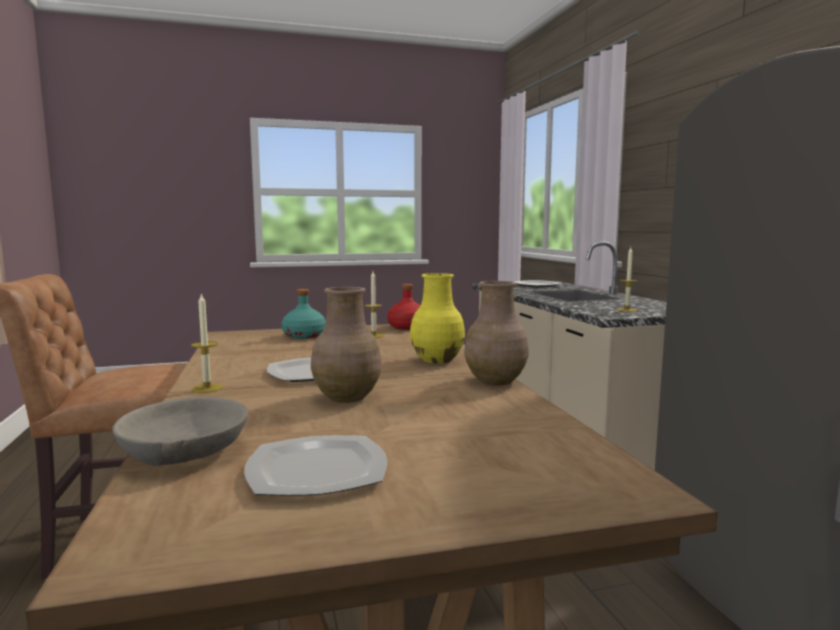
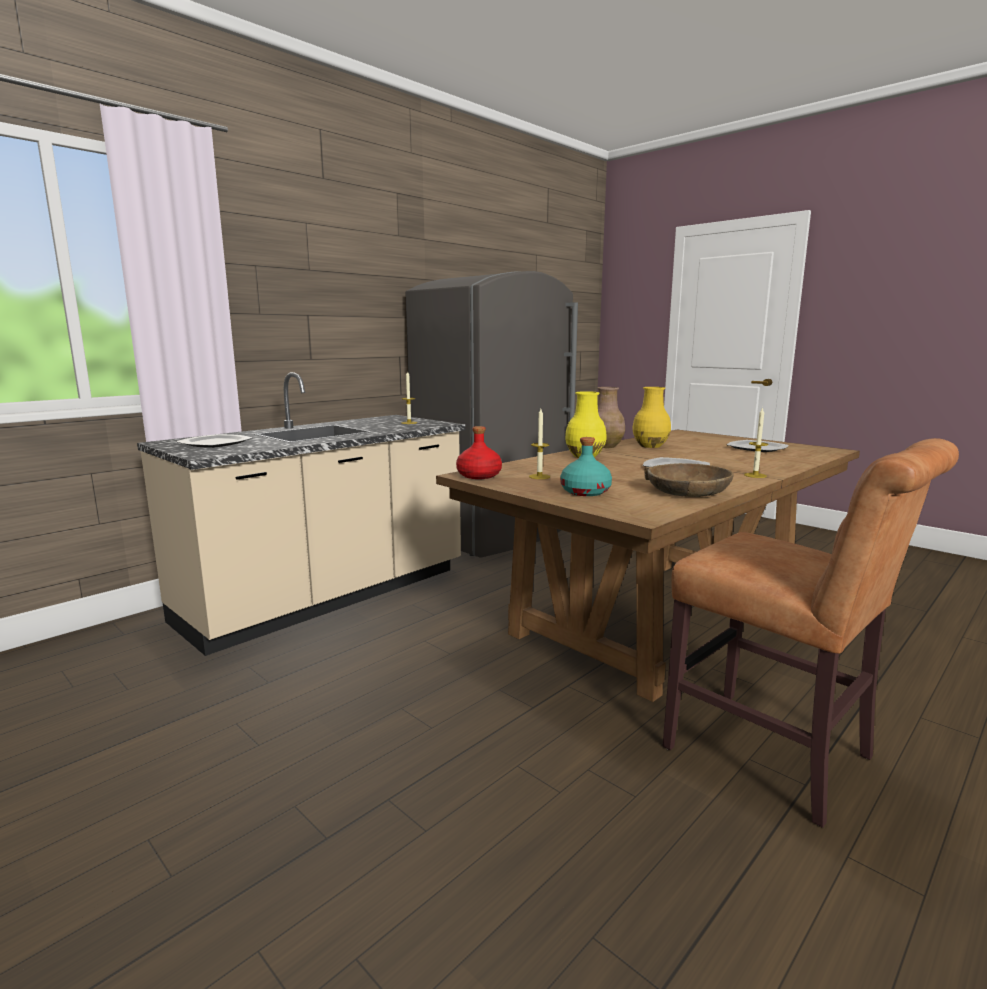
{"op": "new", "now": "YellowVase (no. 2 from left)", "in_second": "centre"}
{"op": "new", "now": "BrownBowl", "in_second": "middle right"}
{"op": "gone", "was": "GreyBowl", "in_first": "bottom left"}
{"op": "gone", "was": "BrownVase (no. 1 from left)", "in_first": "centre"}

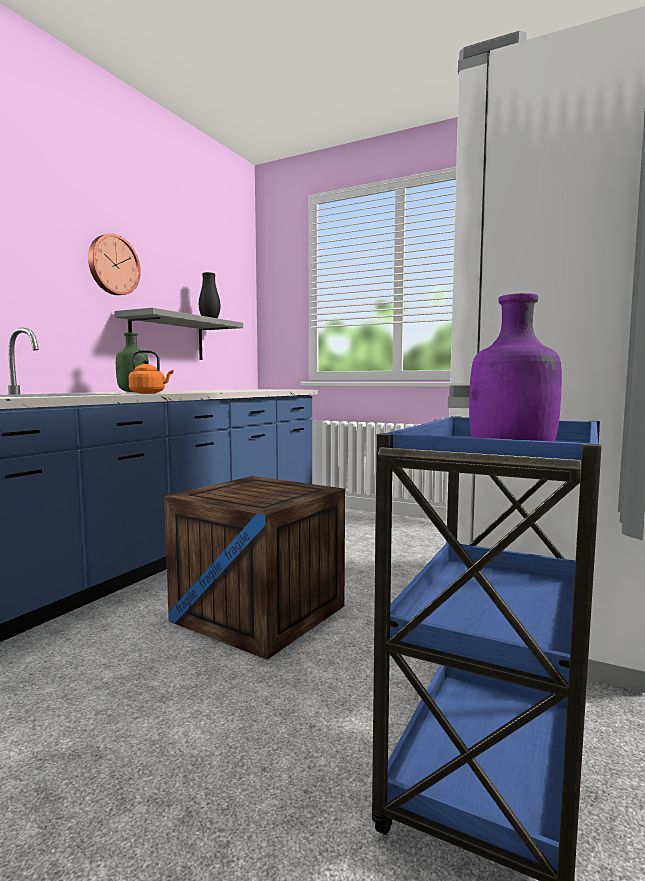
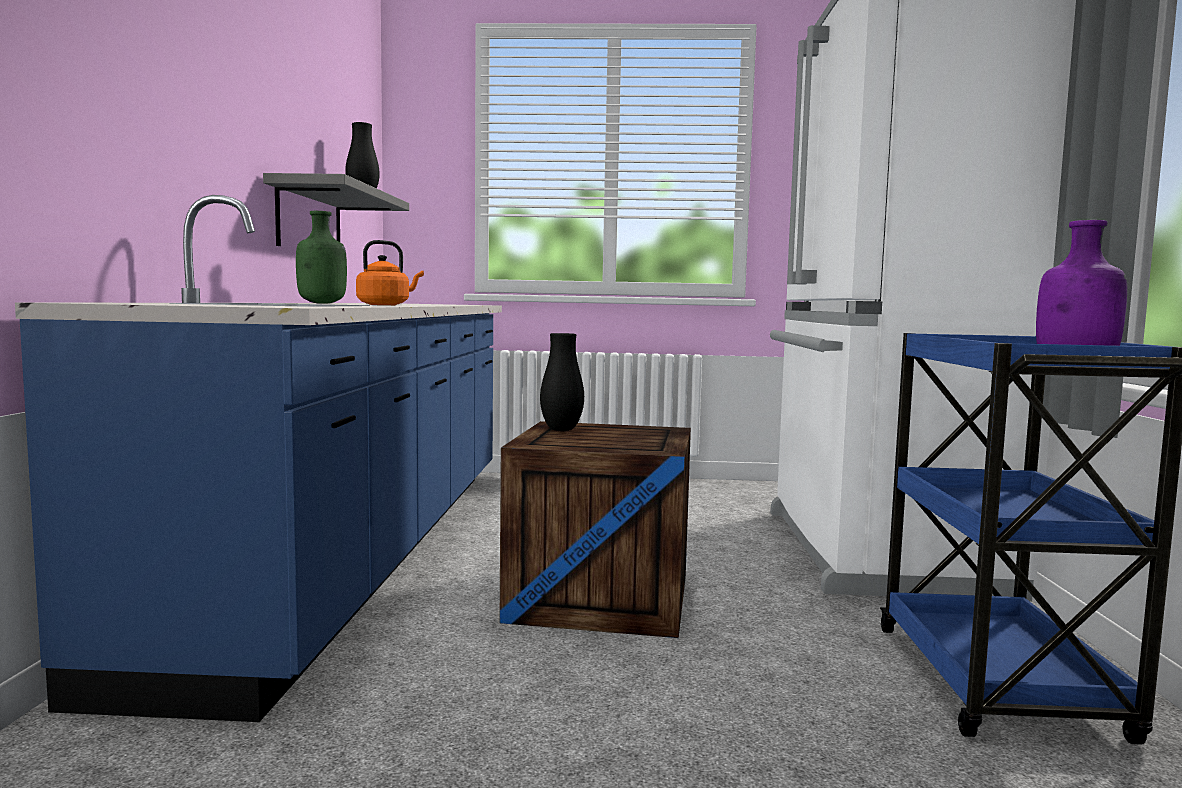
{"op": "new", "now": "BlackVase (no. 2 from left)", "in_second": "centre"}
{"op": "gone", "was": "WallClock", "in_first": "top left"}

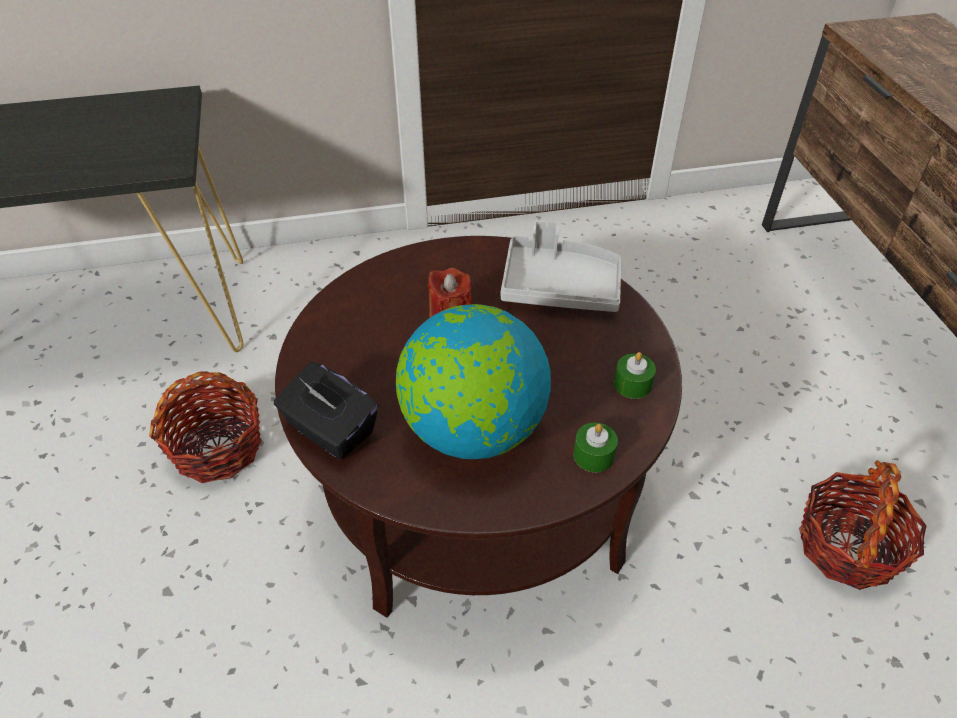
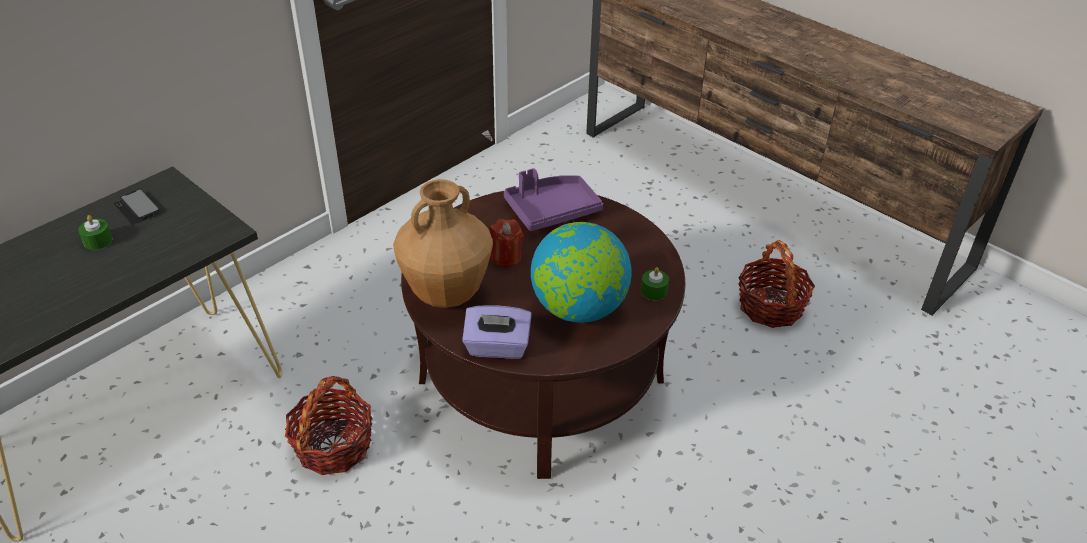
{"op": "shifted", "was": "GreenCandle (no. 2 from left in the first image)", "now": "GreenCandle (no. 1 from left)", "in_first": "centre", "in_second": "middle left"}
{"op": "new", "now": "Phone", "in_second": "middle left"}
{"op": "new", "now": "BrownVase", "in_second": "centre"}
{"op": "repainted", "was": "BlackTissueBox", "now": "PurpleTissueBox", "in_first": "centre", "in_second": "centre"}
{"op": "repainted", "was": "GreyTray", "now": "PurpleTray", "in_first": "centre", "in_second": "centre"}

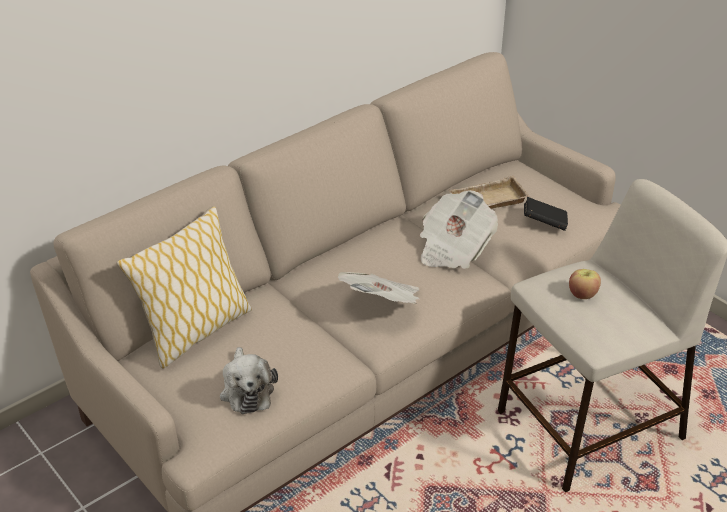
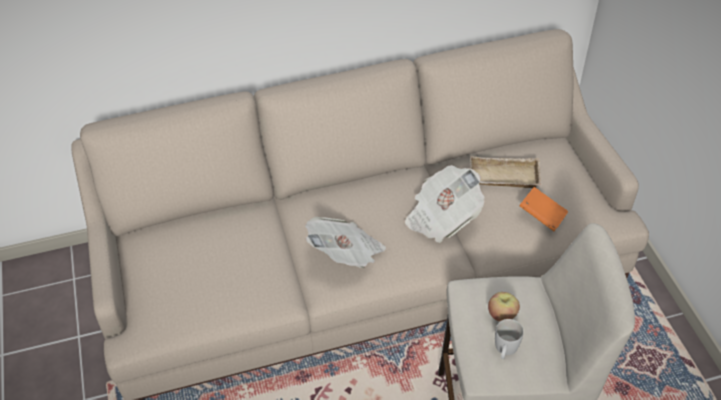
{"op": "new", "now": "WhiteMug", "in_second": "bottom right"}
{"op": "repainted", "was": "BlackBook", "now": "OrangeBook", "in_first": "middle right", "in_second": "middle right"}
{"op": "gone", "was": "Pillow", "in_first": "middle left"}
{"op": "gone", "was": "PlushToy", "in_first": "bottom centre"}

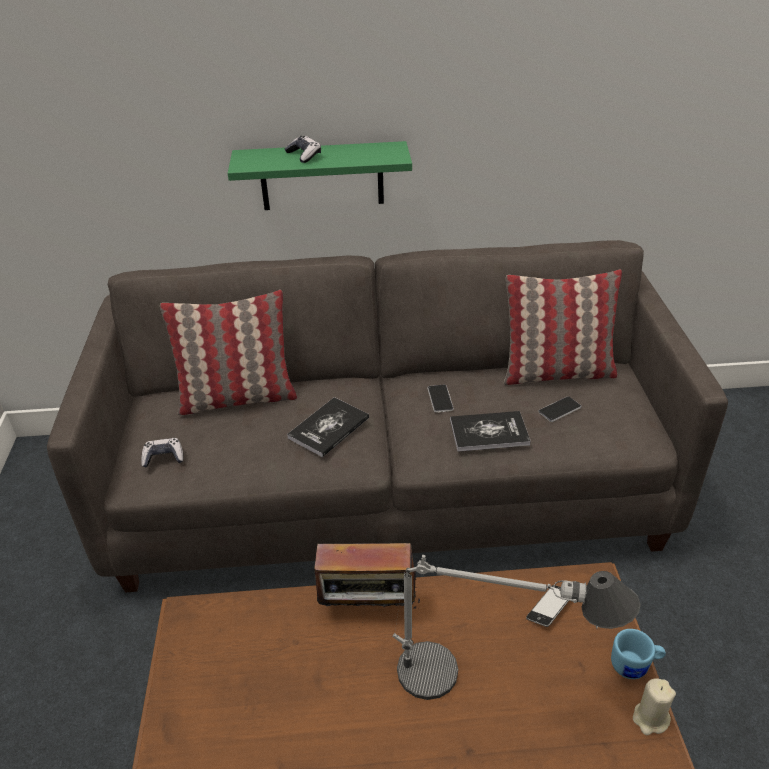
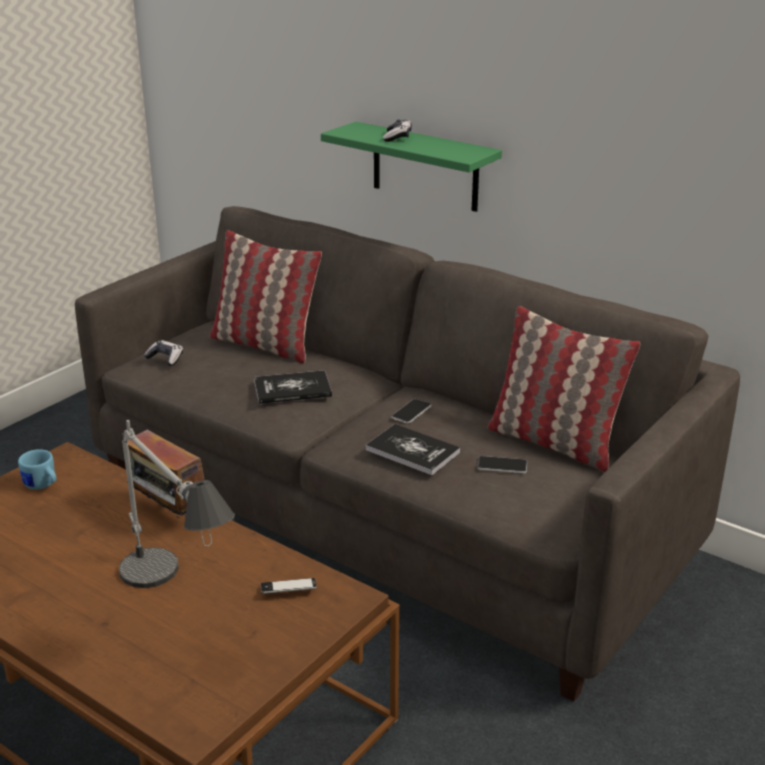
{"op": "shifted", "was": "BlueMug", "in_first": "bottom right", "in_second": "middle left"}
{"op": "gone", "was": "BeigeCandle", "in_first": "bottom right"}

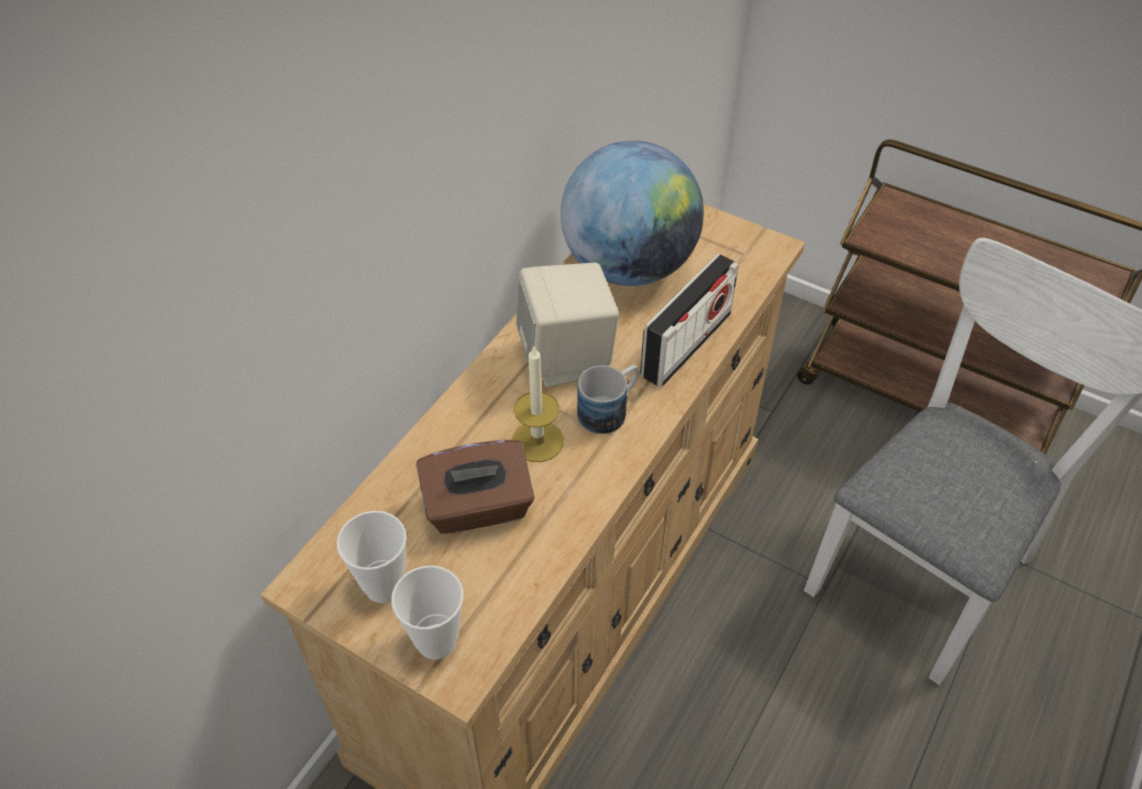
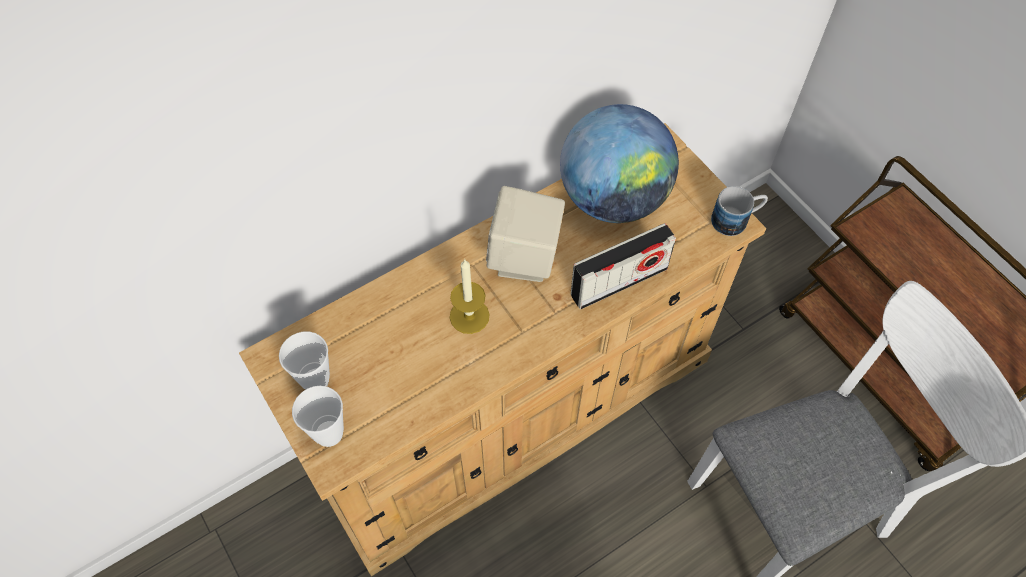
{"op": "shifted", "was": "Mug", "in_first": "centre", "in_second": "middle right"}
{"op": "gone", "was": "BrownTissueBox", "in_first": "centre"}

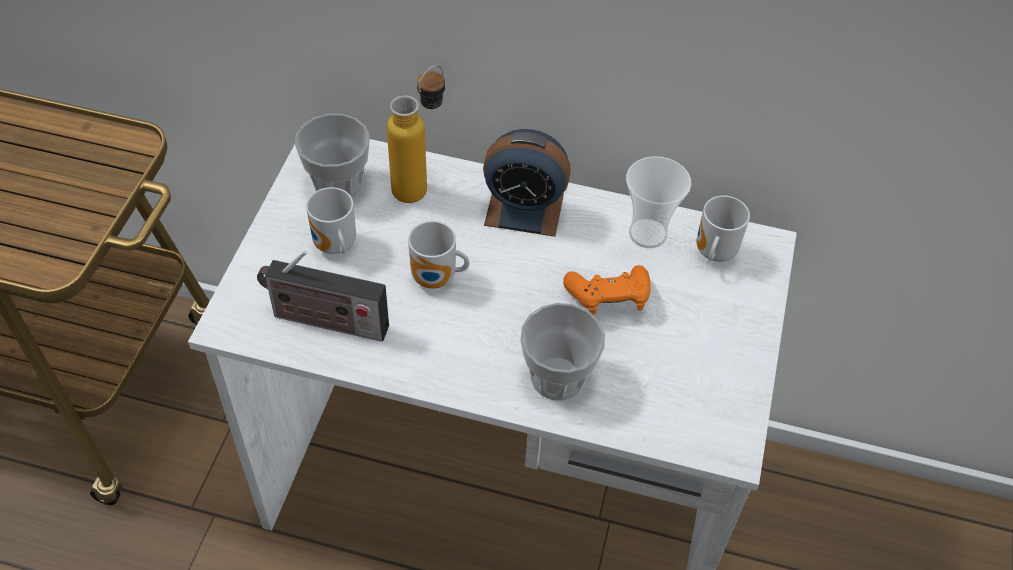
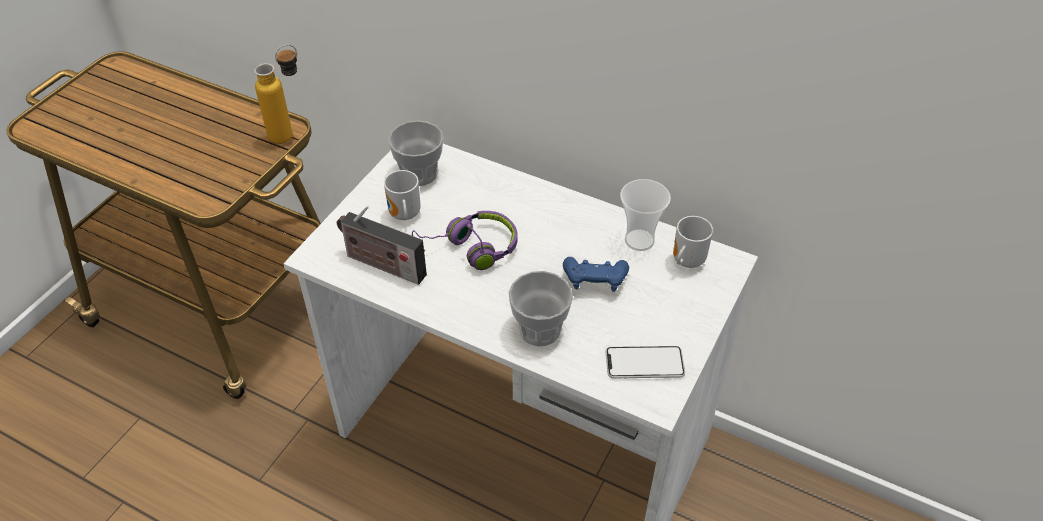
{"op": "shifted", "was": "Bottle", "in_first": "top centre", "in_second": "top left"}
{"op": "swapped", "was": "Mug (no. 2 from left)", "now": "PurpleHeadphones", "in_first": "centre", "in_second": "centre"}
{"op": "repainted", "was": "OrangeGameController", "now": "BlueGameController", "in_first": "centre", "in_second": "centre"}
{"op": "new", "now": "Phone", "in_second": "bottom centre"}
{"op": "gone", "was": "AlarmClock", "in_first": "top centre"}

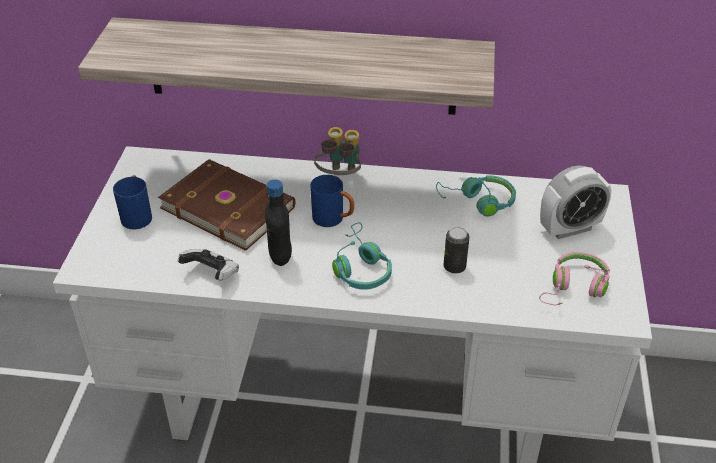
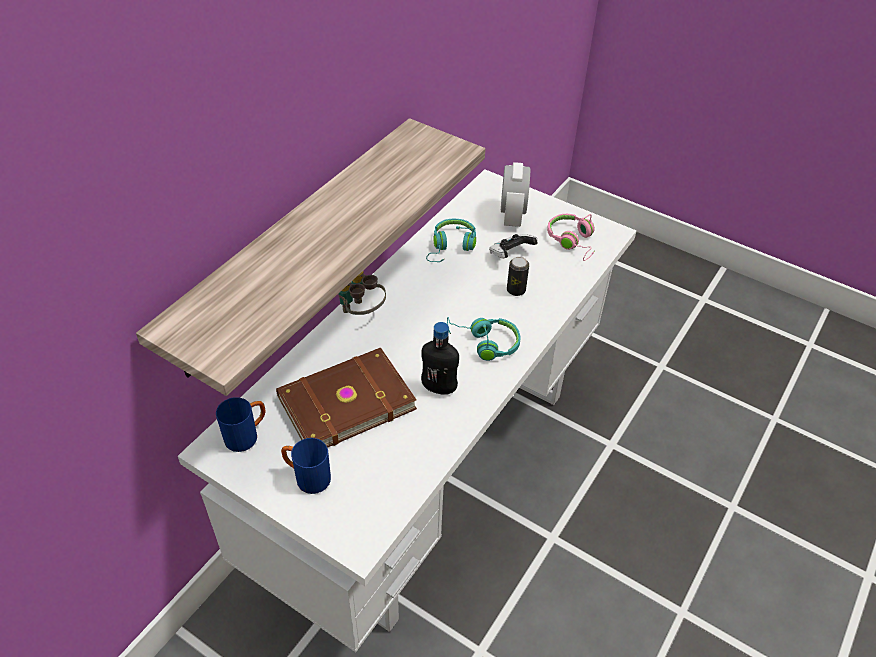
{"op": "shifted", "was": "BlueMug (no. 2 from left in the first image)", "now": "BlueMug (no. 1 from left)", "in_first": "centre", "in_second": "middle left"}
{"op": "shifted", "was": "GameController", "in_first": "middle left", "in_second": "centre"}

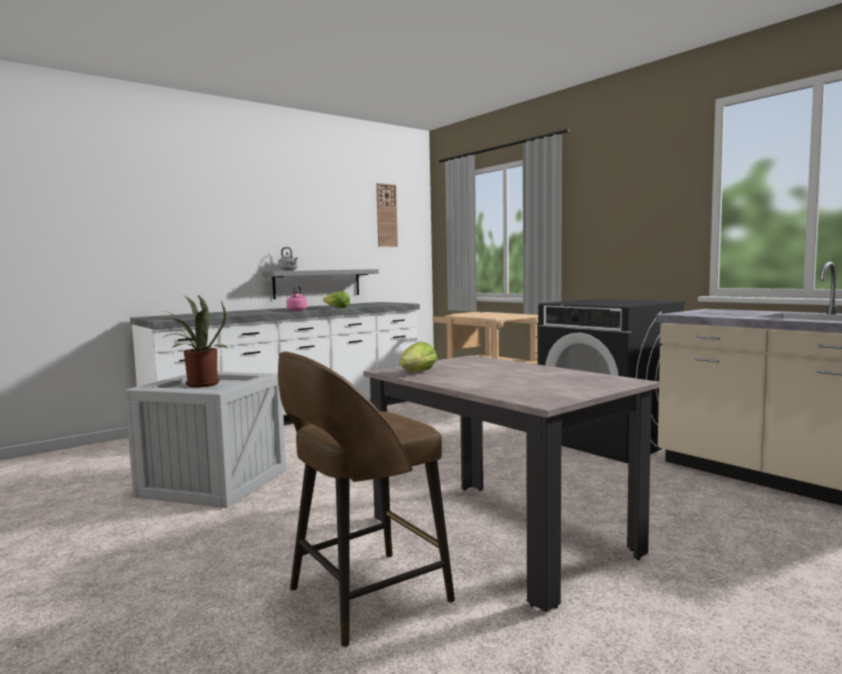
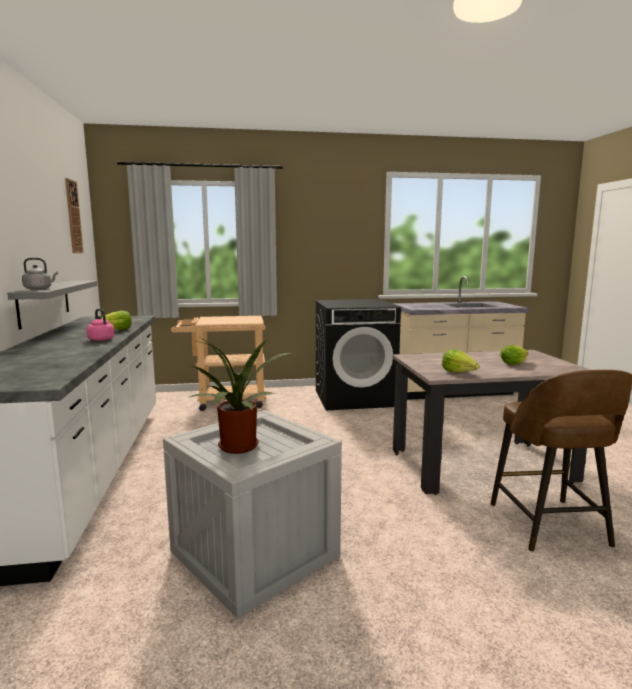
{"op": "new", "now": "Lettuce (no. 3 from left)", "in_second": "middle right"}

